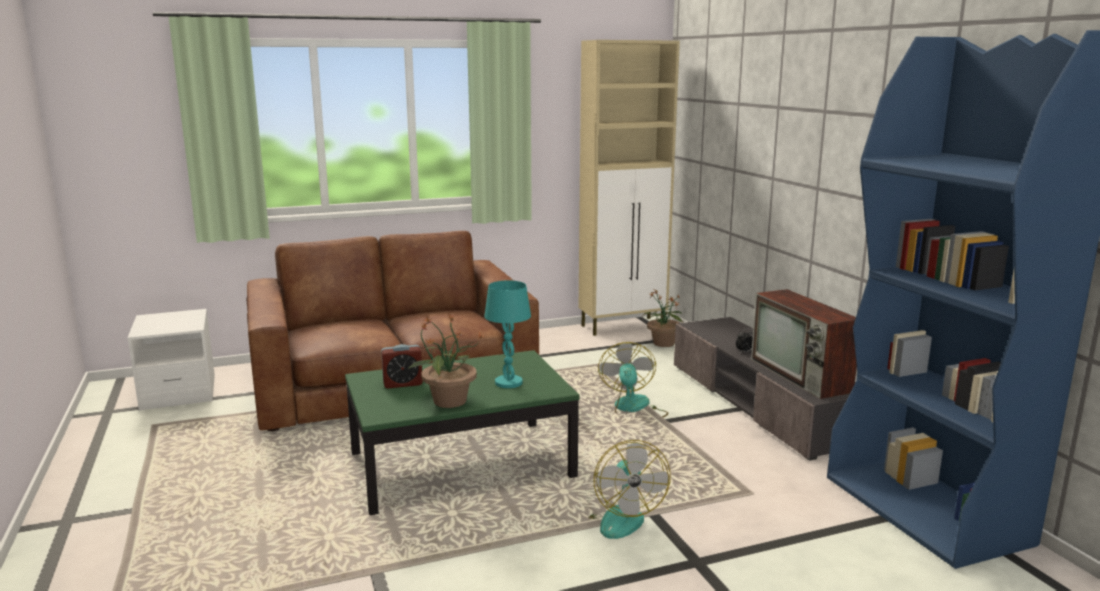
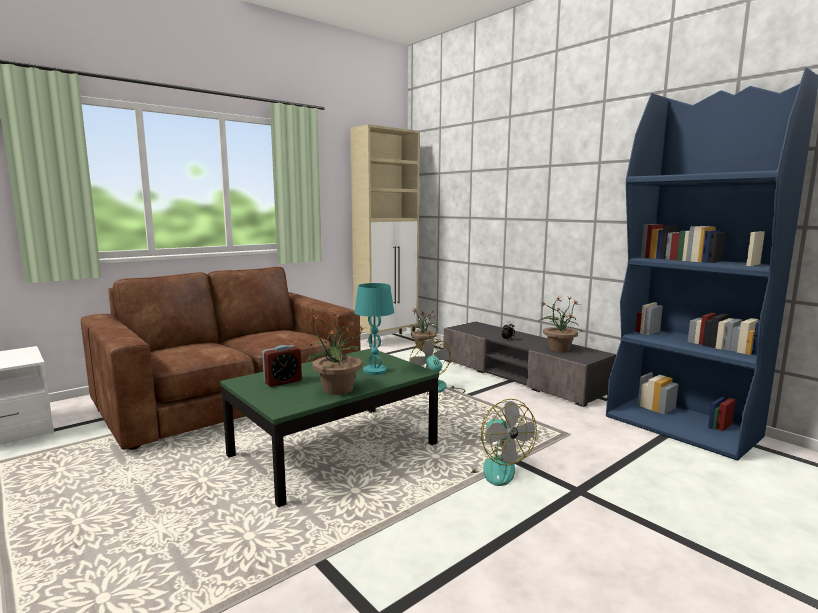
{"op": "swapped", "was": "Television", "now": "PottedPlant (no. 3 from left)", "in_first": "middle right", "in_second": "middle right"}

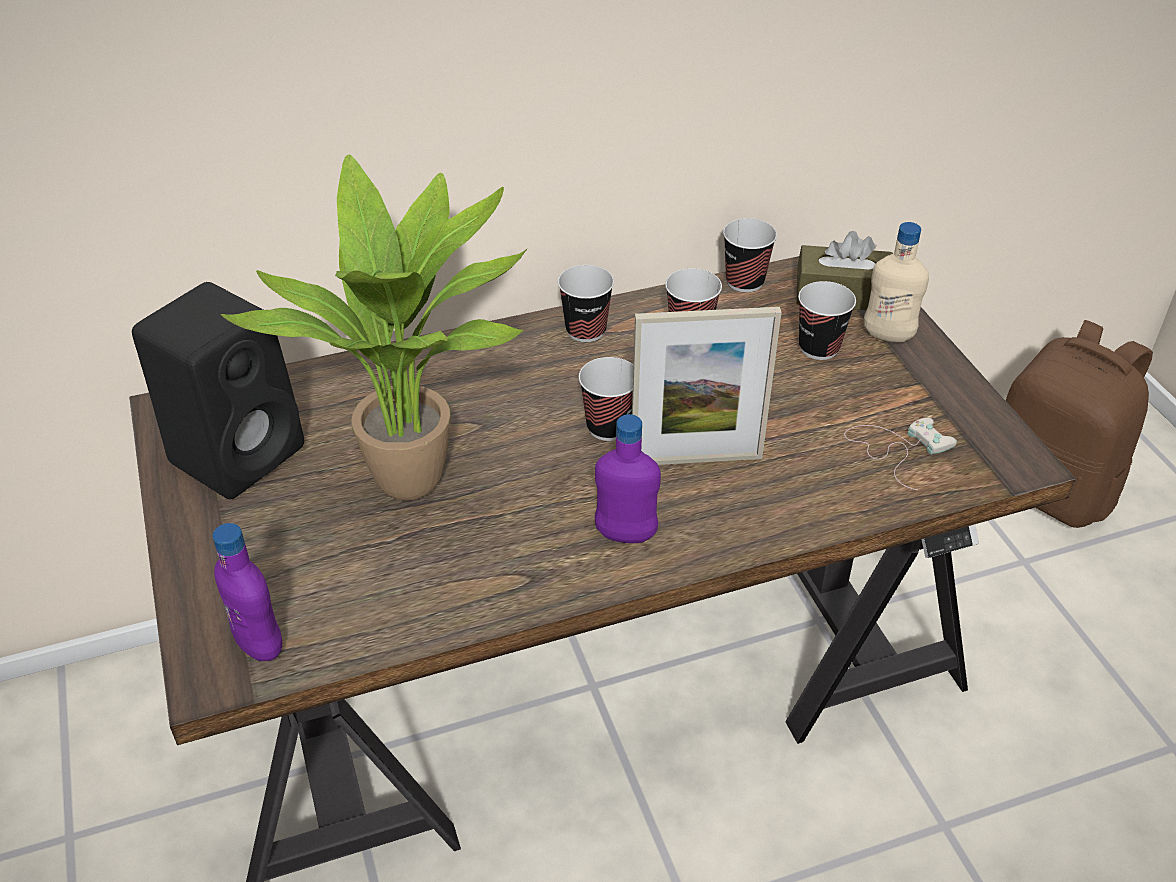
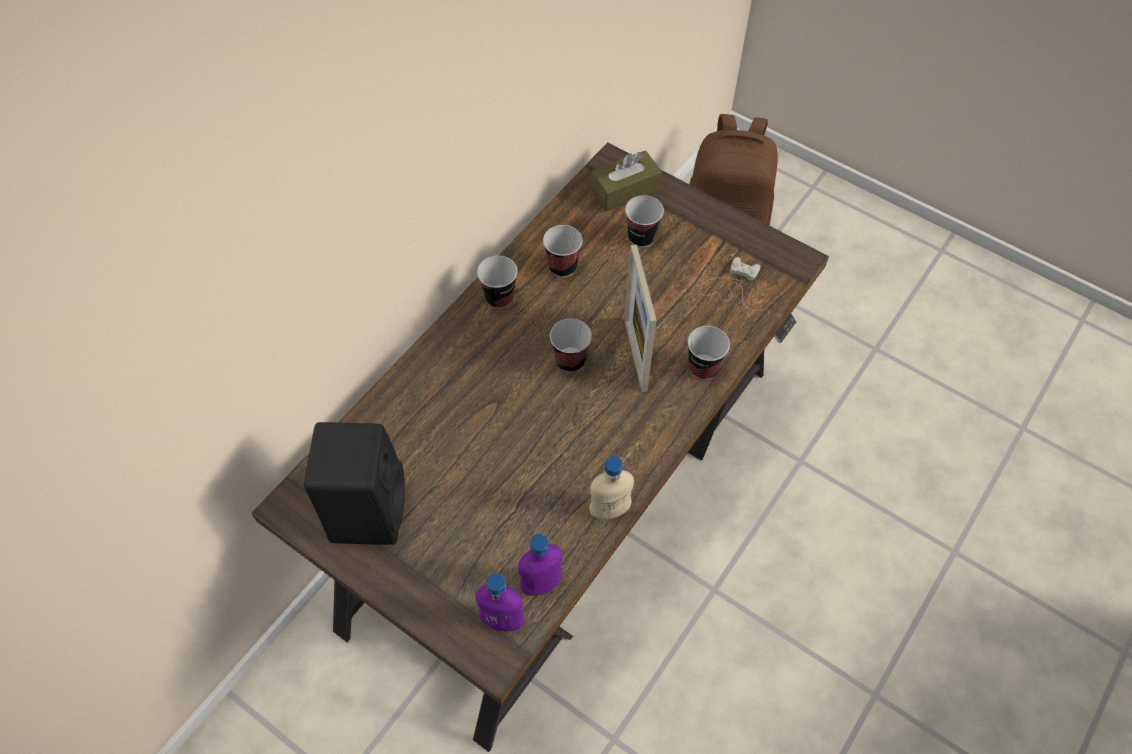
{"op": "shifted", "was": "PurpleBottle (no. 2 from left)", "in_first": "centre", "in_second": "bottom centre"}
{"op": "shifted", "was": "BeigeBottle", "in_first": "top right", "in_second": "centre"}
{"op": "rotated", "was": "PictureFrame", "in_first": "centre", "in_second": "centre", "clockwise": 120}
{"op": "shifted", "was": "Cup (no. 4 from left in the first image)", "now": "Cup (no. 5 from left)", "in_first": "top centre", "in_second": "centre"}
{"op": "gone", "was": "PottedPlant", "in_first": "middle left"}

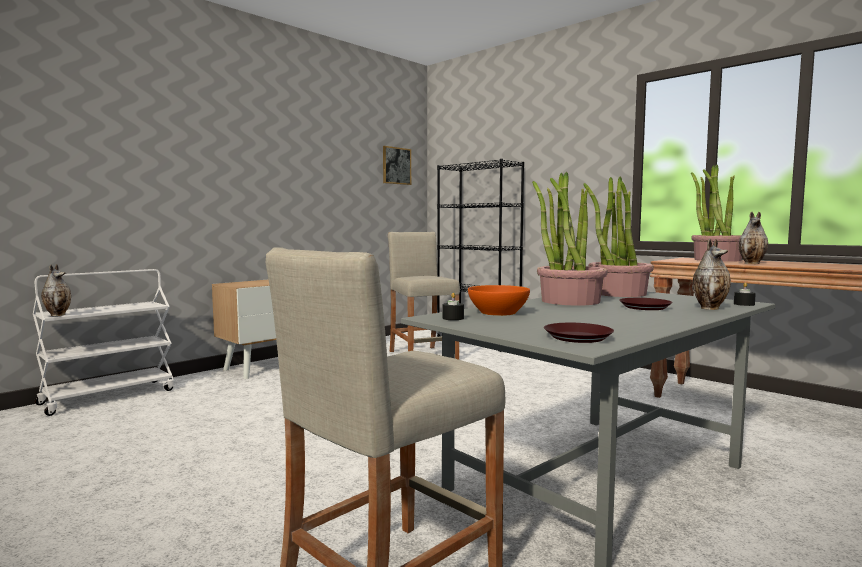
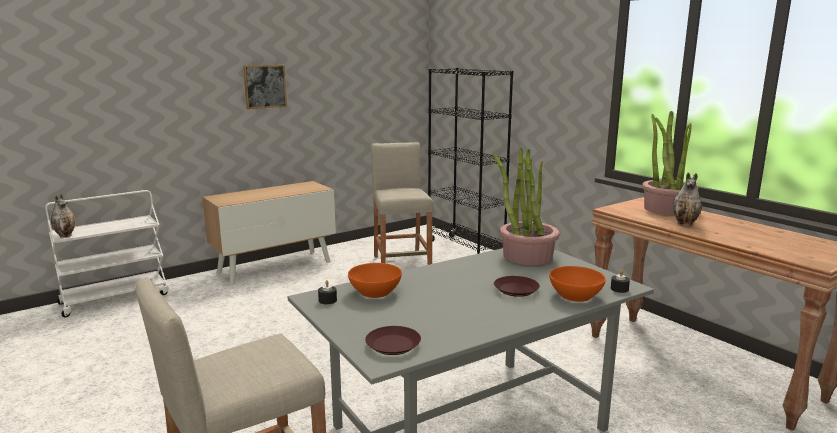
{"op": "shifted", "was": "Picture", "in_first": "top centre", "in_second": "top left"}
{"op": "swapped", "was": "Vase (no. 2 from left)", "now": "OrangeBowl (no. 2 from left)", "in_first": "middle right", "in_second": "middle right"}
{"op": "gone", "was": "PottedPlant (no. 1 from left)", "in_first": "centre"}

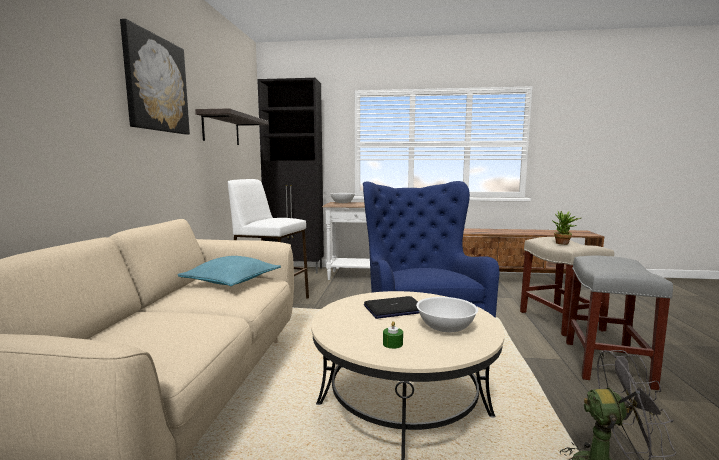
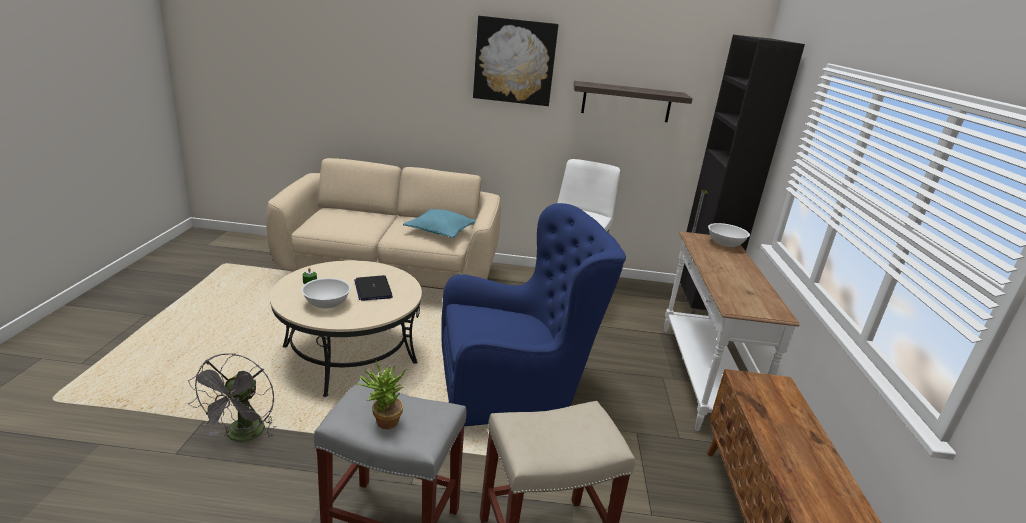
{"op": "shifted", "was": "PottedPlant", "in_first": "middle right", "in_second": "bottom centre"}

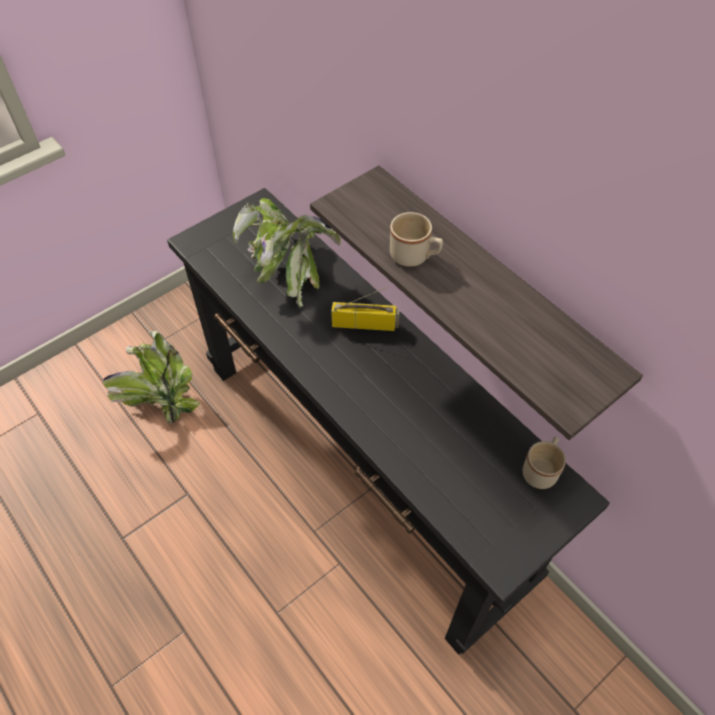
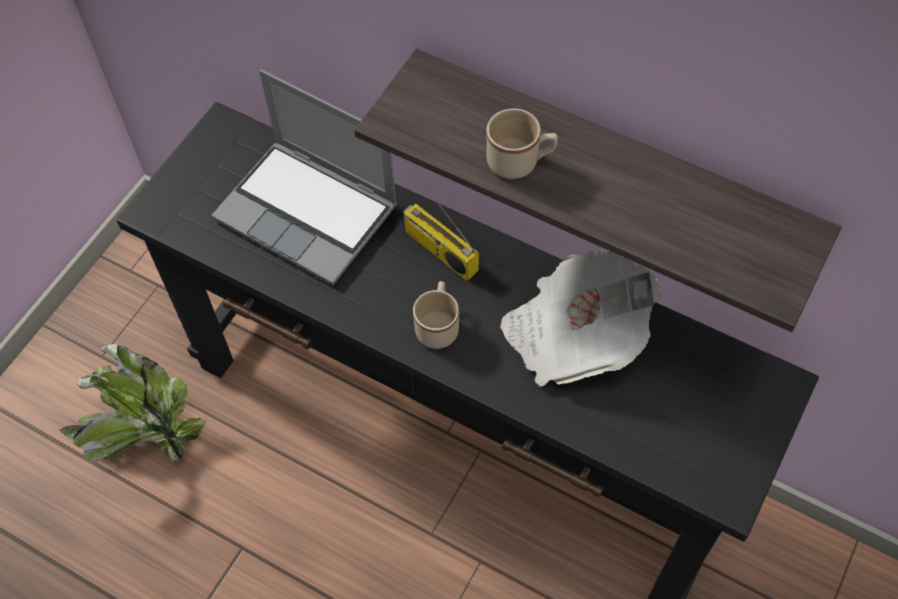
{"op": "swapped", "was": "PottedPlant (no. 2 from left)", "now": "Laptop", "in_first": "centre", "in_second": "top centre"}
{"op": "rotated", "was": "Radio", "in_first": "centre", "in_second": "centre", "clockwise": -120}
{"op": "shifted", "was": "BeigeMug (no. 2 from left in the first image)", "now": "BeigeMug (no. 1 from left)", "in_first": "middle right", "in_second": "centre"}
{"op": "new", "now": "Newspaper", "in_second": "centre"}

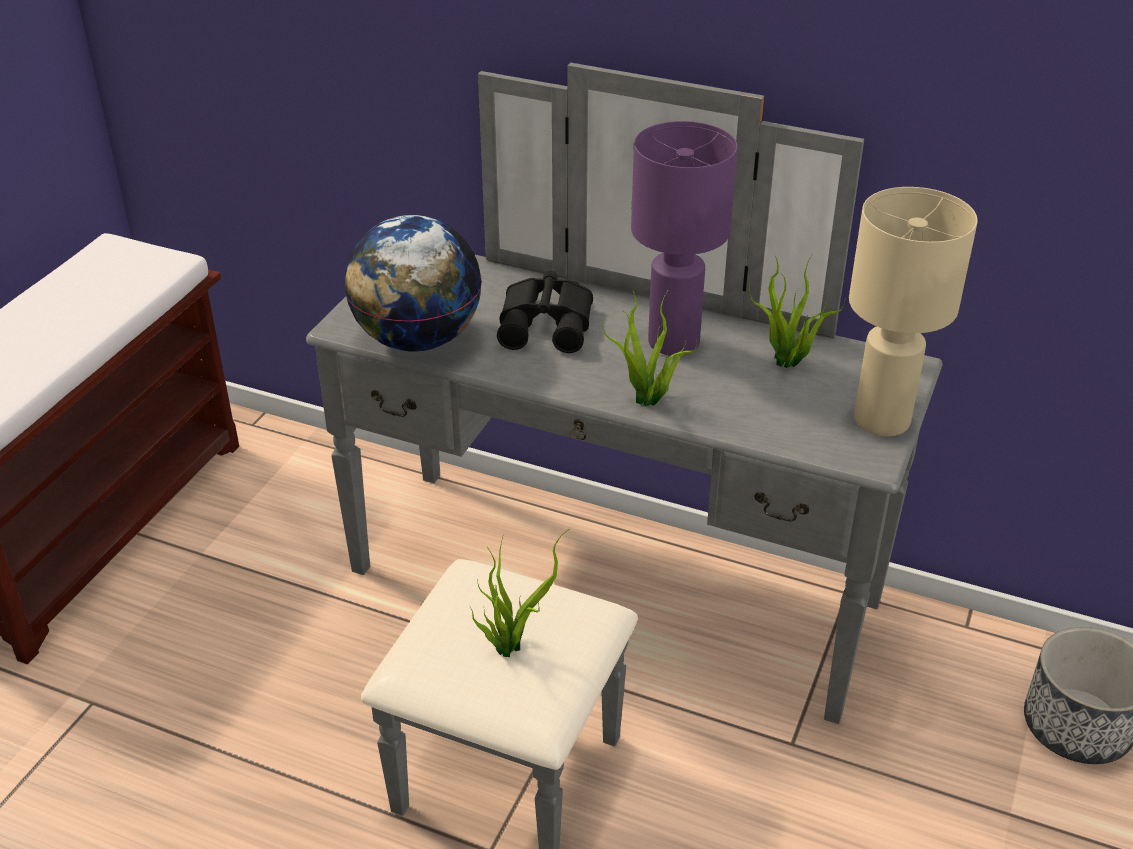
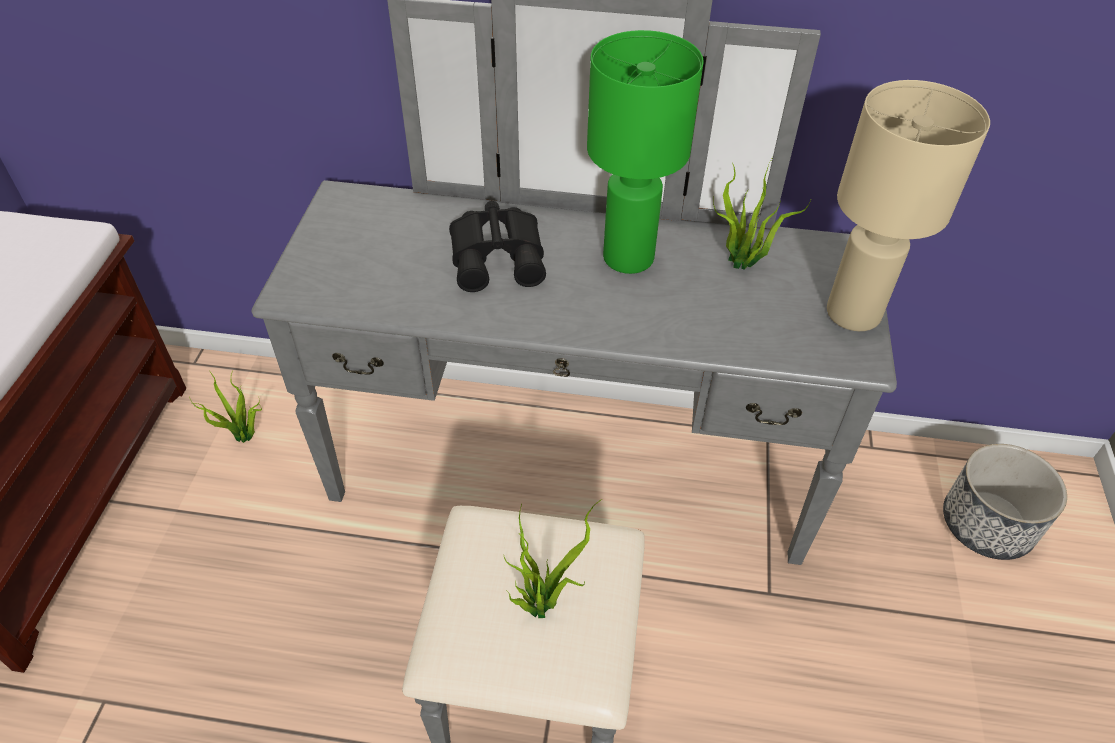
{"op": "shifted", "was": "PottedPlant (no. 2 from left in the first image)", "now": "PottedPlant (no. 1 from left)", "in_first": "centre", "in_second": "middle left"}
{"op": "repainted", "was": "PurpleTableLamp", "now": "GreenTableLamp", "in_first": "top centre", "in_second": "top centre"}
{"op": "gone", "was": "Globe", "in_first": "centre"}

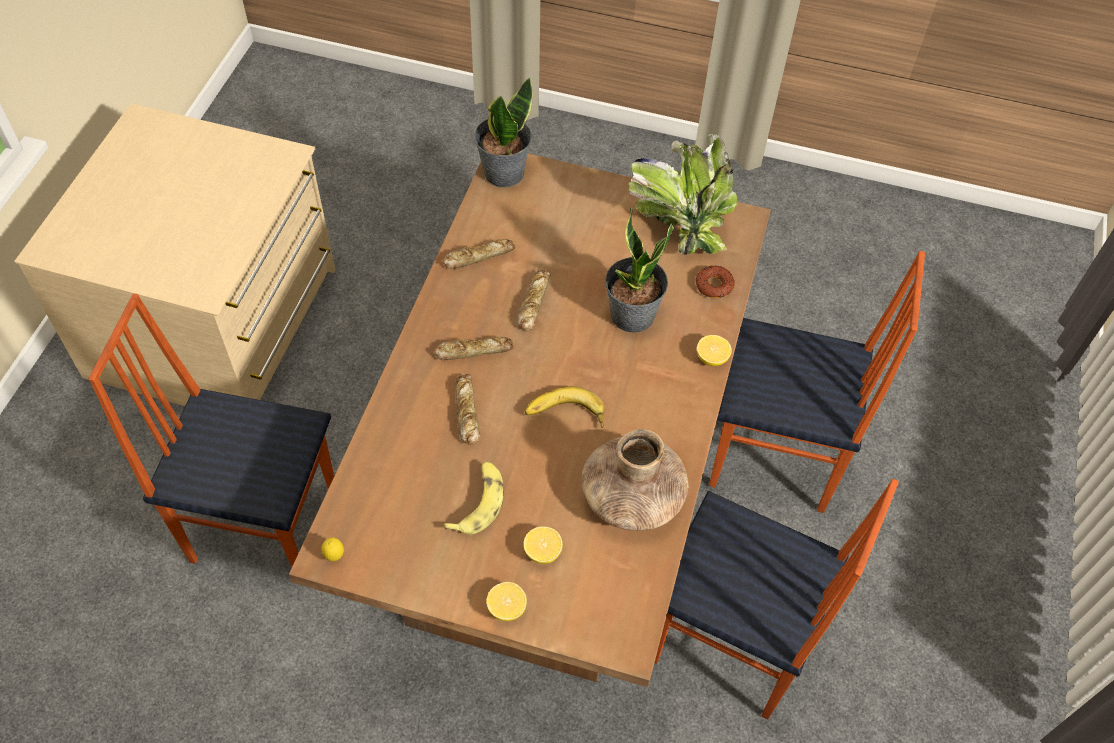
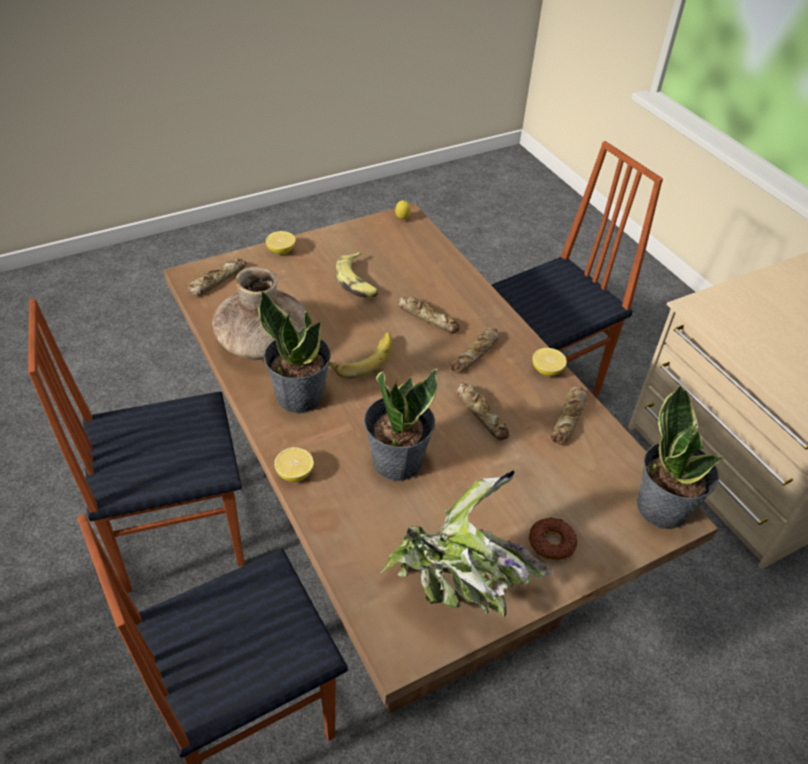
{"op": "new", "now": "Bread (no. 1 from left)", "in_second": "middle left"}
{"op": "new", "now": "PottedPlant (no. 1 from left)", "in_second": "centre"}
{"op": "shifted", "was": "Donut", "in_first": "centre", "in_second": "bottom right"}
{"op": "shifted", "was": "Lemon (no. 3 from left in the first image)", "now": "Lemon (no. 4 from left)", "in_first": "bottom centre", "in_second": "middle right"}

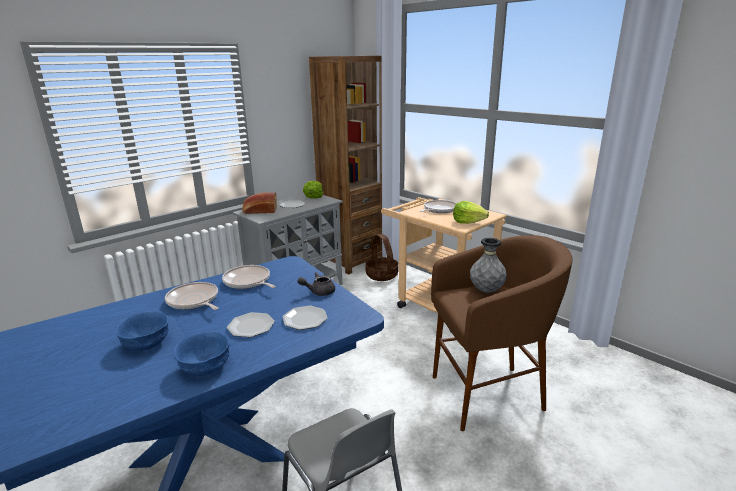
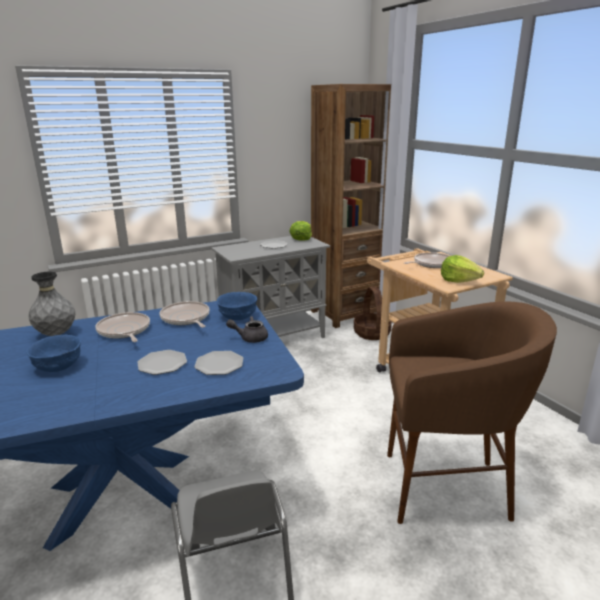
{"op": "shifted", "was": "GreyVase", "in_first": "centre", "in_second": "middle left"}
{"op": "shifted", "was": "BlueBowl (no. 2 from left)", "in_first": "bottom left", "in_second": "centre"}
{"op": "gone", "was": "Bread", "in_first": "centre"}

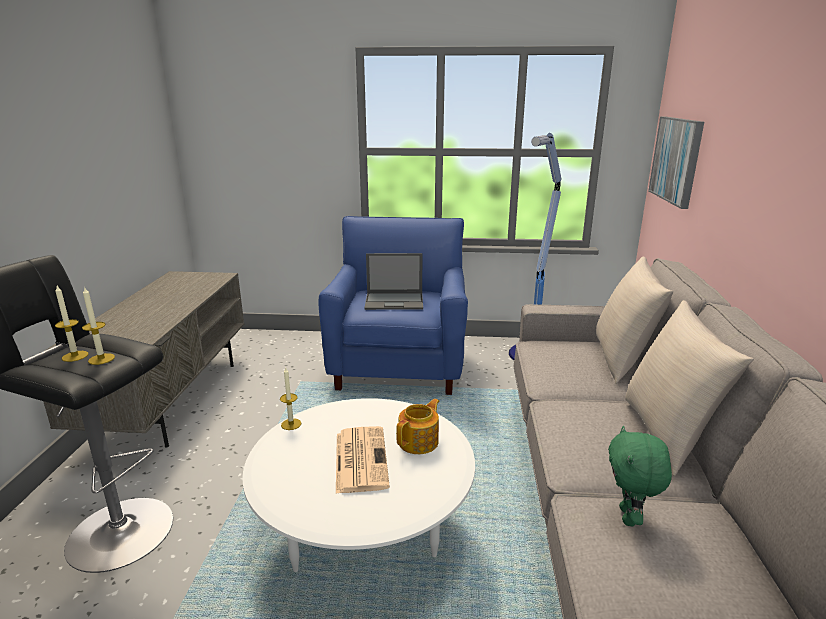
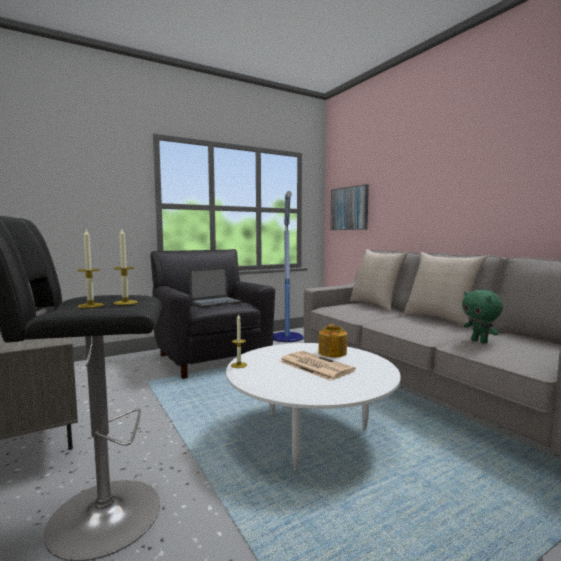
{"op": "repainted", "was": "BlueArmchair", "now": "BlackArmchair", "in_first": "centre", "in_second": "centre"}

